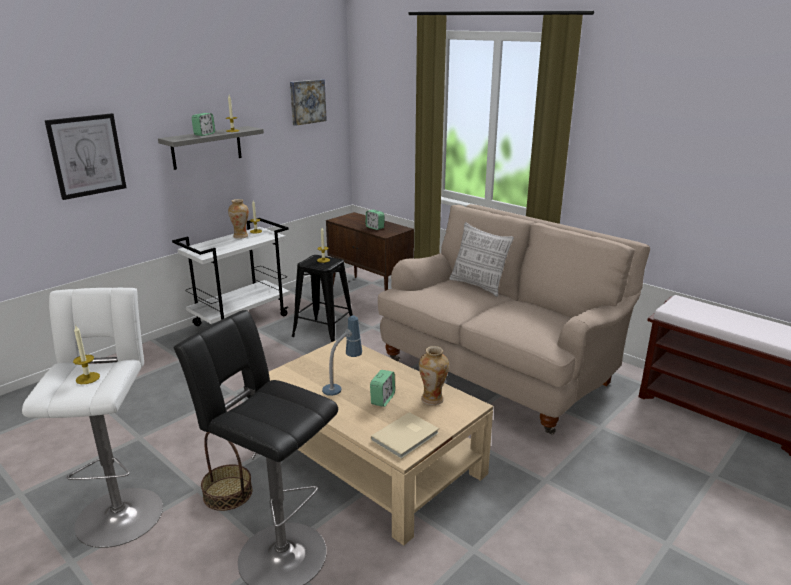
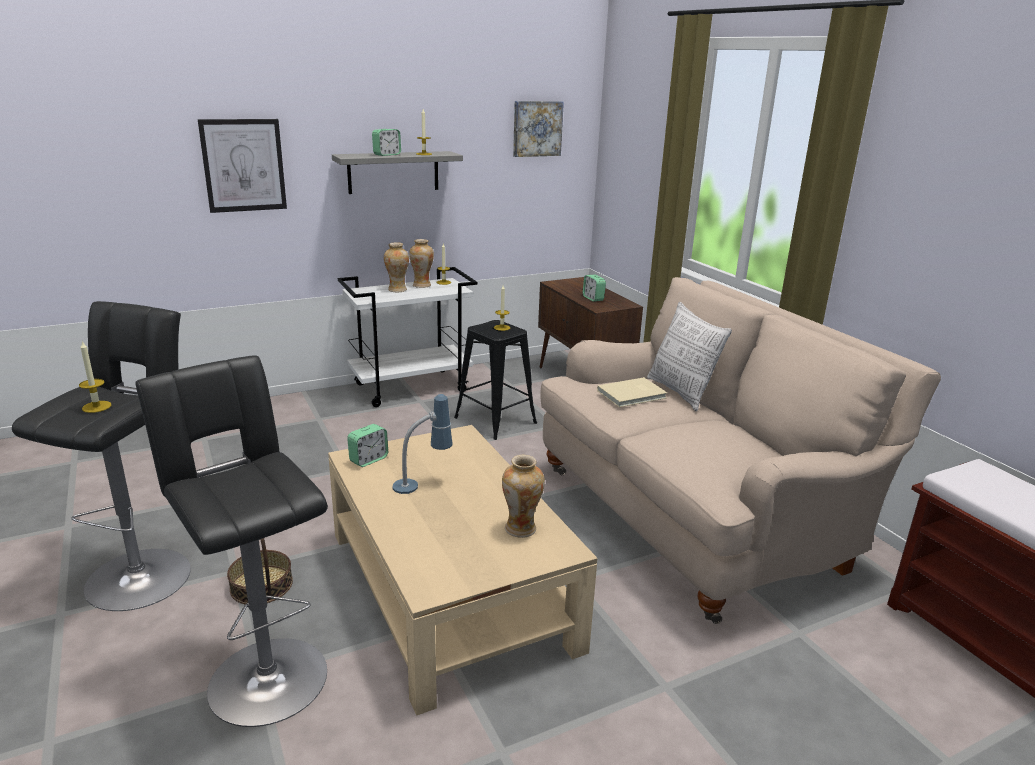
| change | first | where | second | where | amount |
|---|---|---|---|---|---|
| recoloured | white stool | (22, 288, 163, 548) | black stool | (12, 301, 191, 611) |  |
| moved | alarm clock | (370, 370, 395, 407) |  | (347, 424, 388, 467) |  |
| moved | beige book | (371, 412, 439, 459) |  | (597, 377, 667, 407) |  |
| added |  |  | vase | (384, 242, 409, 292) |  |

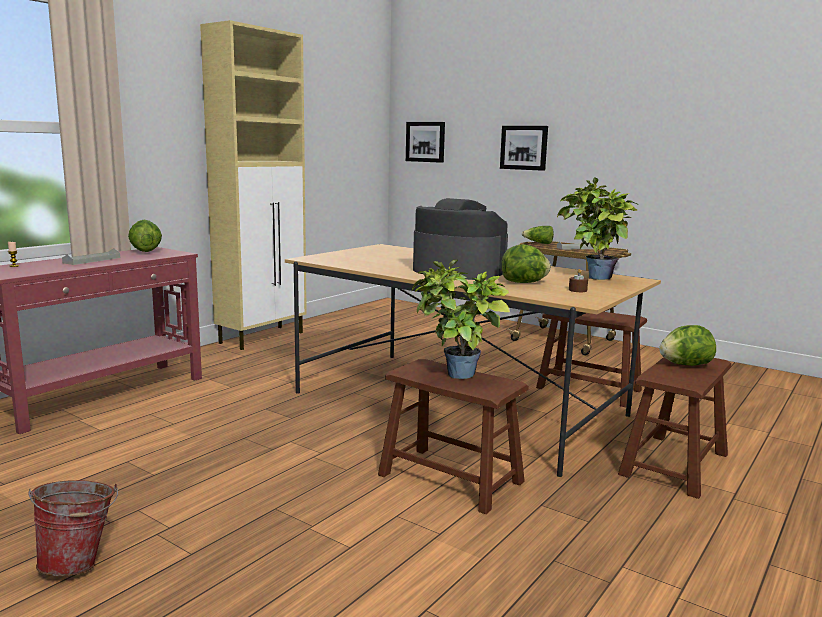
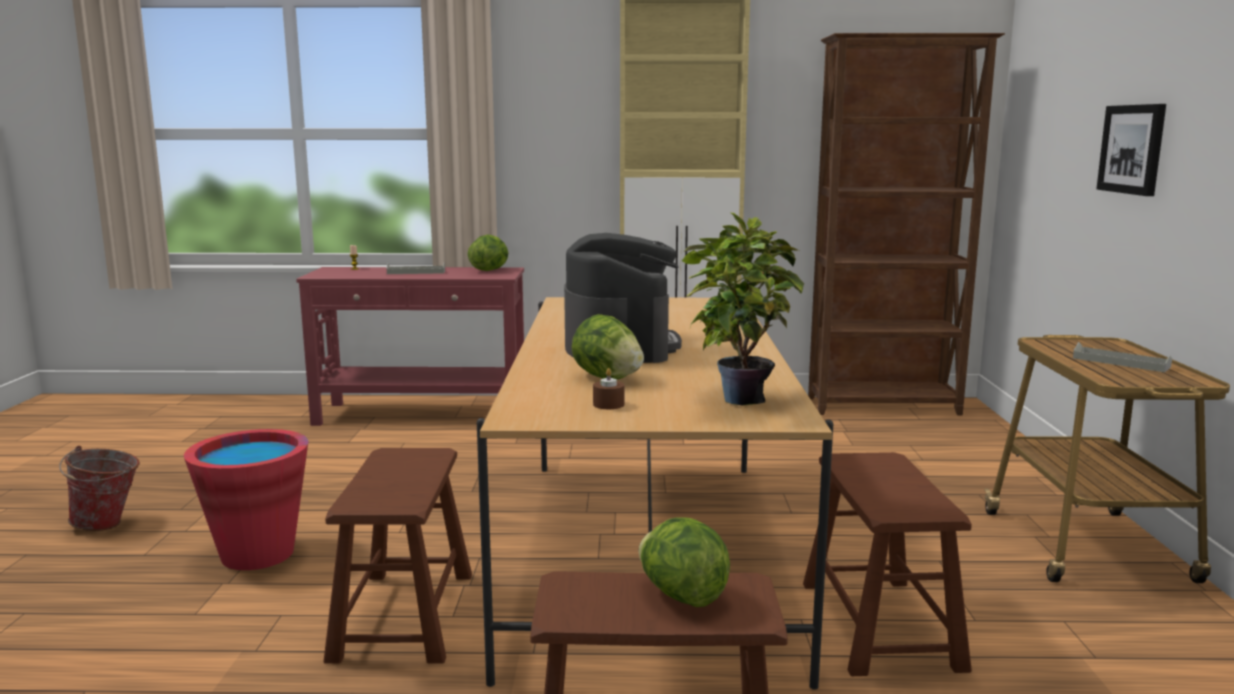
| change | first | where | second | where | amount |
|---|---|---|---|---|---|
| removed | picture | (406, 122, 445, 163) |  |  |  |
| removed | potted plant | (412, 260, 510, 379) |  |  |  |
| removed | lettuce | (522, 226, 554, 244) |  |  |  |
| added |  |  | red bucket | (184, 429, 308, 570) |  |
| added |  |  | brown bookcase | (808, 33, 1005, 416) |  |

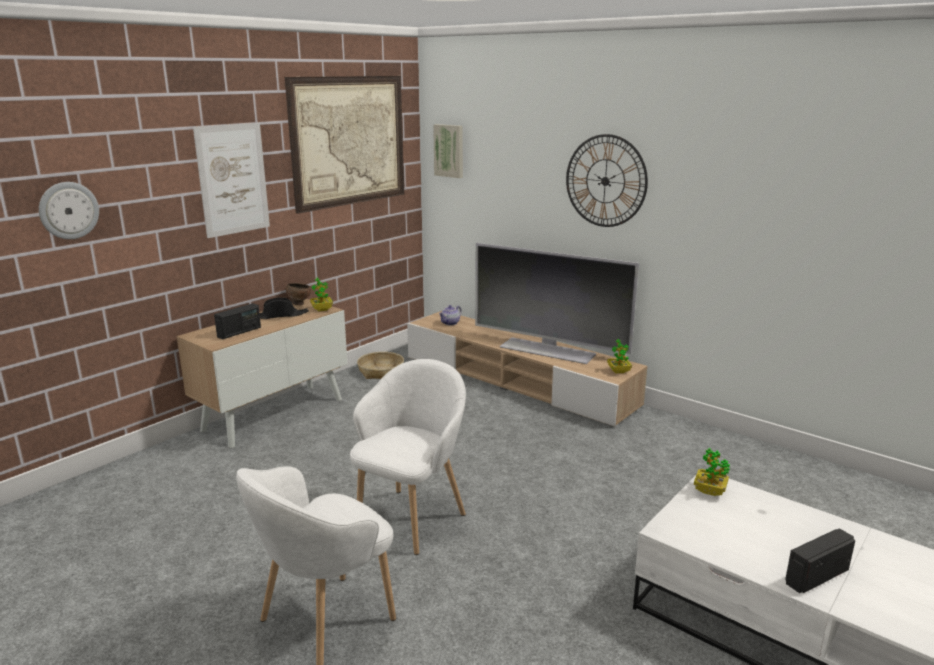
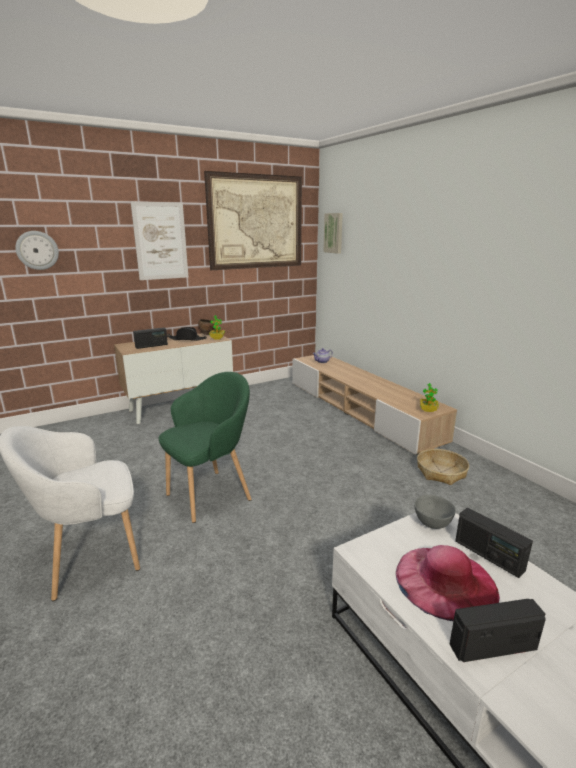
| change | first | where | second | where | amount |
|---|---|---|---|---|---|
| recoloured | white armchair | (350, 359, 466, 555) | green armchair | (159, 372, 252, 523) |  |
| moved | basket | (357, 352, 404, 379) |  | (417, 449, 469, 485) |  |
| removed | television | (475, 243, 639, 364) |  |  |  |
| removed | wall clock | (566, 134, 648, 227) |  |  |  |
| replaced | potted plant | (694, 448, 730, 496) | grey bowl | (414, 495, 456, 529) |  |
| added |  |  | pink hat | (396, 545, 500, 621) |  |
| added |  |  | radio | (455, 508, 533, 578) |  |

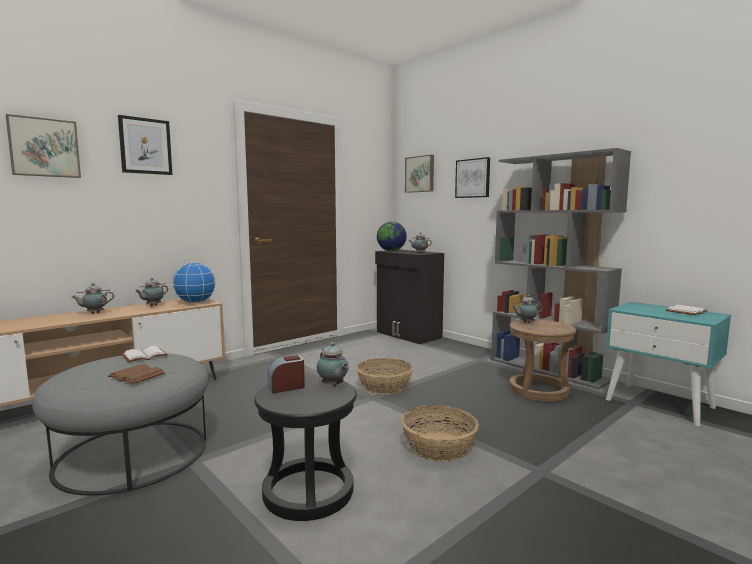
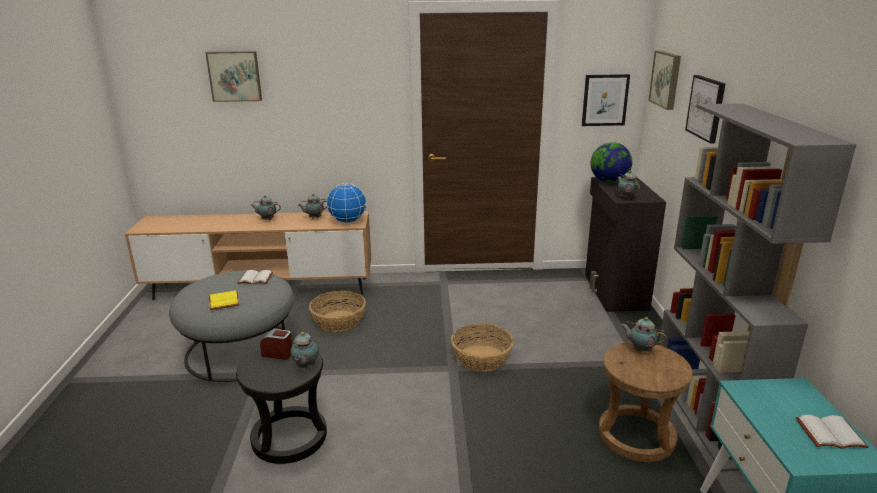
| change | first | where | second | where | amount |
|---|---|---|---|---|---|
| recoloured | brown book | (108, 364, 165, 384) | yellow book | (209, 291, 239, 310) |  |
| moved | picture | (118, 115, 172, 175) |  | (582, 74, 630, 126) |  |
| moved | basket | (401, 405, 479, 461) |  | (309, 291, 366, 332) |  |

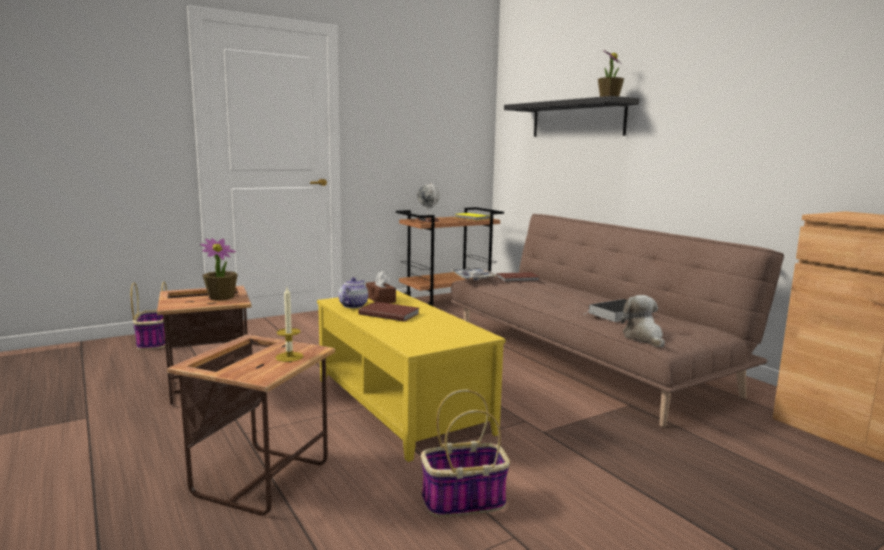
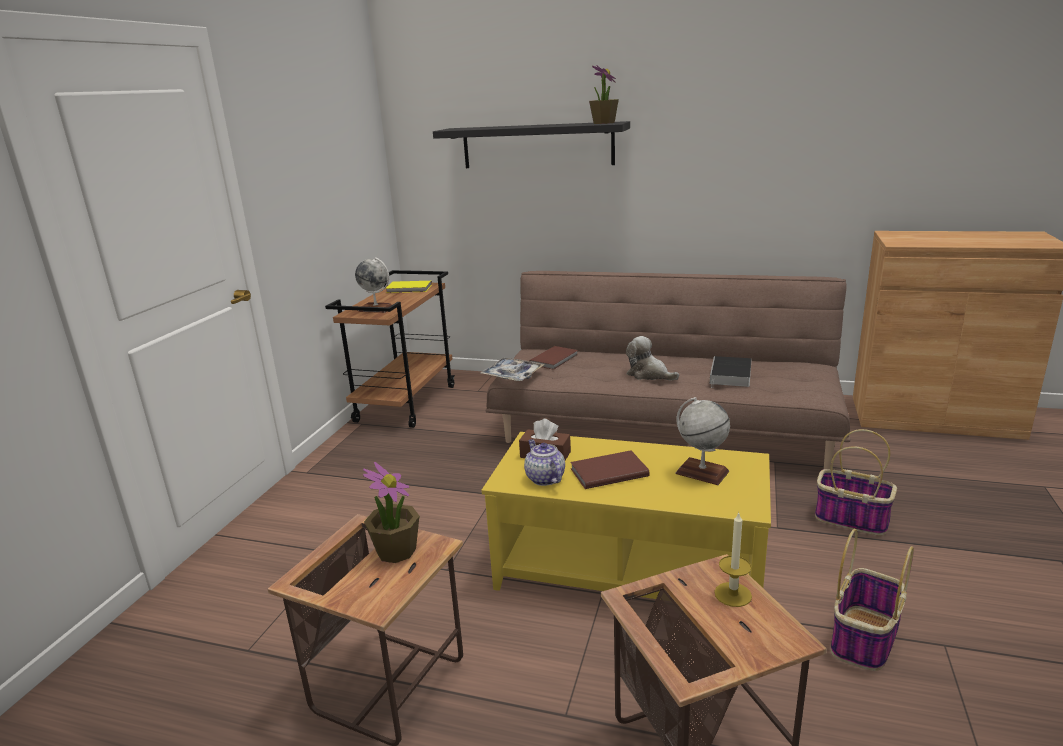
| change | first | where | second | where | amount |
|---|---|---|---|---|---|
| moved | basket | (131, 281, 167, 350) |  | (815, 429, 897, 536) |  |
| moved | plush toy | (621, 295, 665, 348) |  | (626, 336, 679, 380) |  |
| added |  |  | globe | (675, 397, 730, 485) |  |

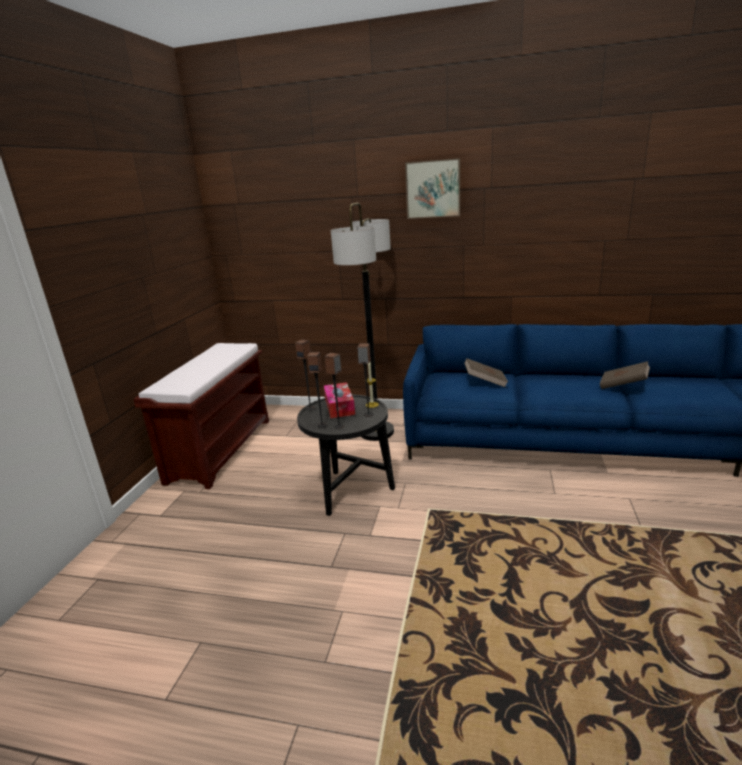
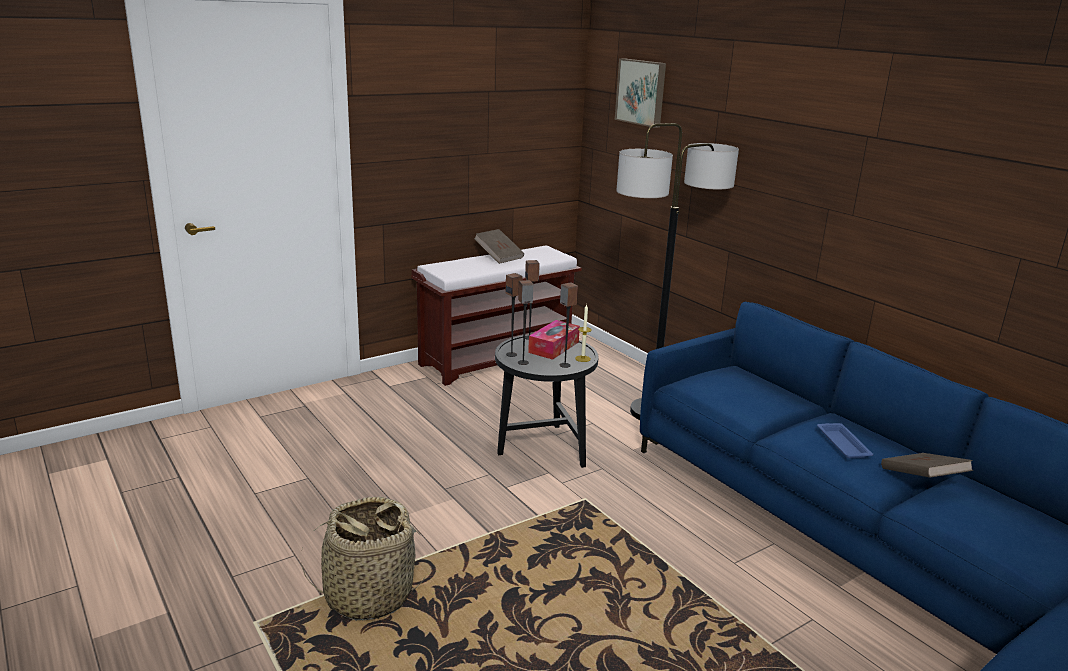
| change | first | where | second | where | amount |
|---|---|---|---|---|---|
| moved | picture | (405, 158, 460, 219) |  | (615, 58, 666, 128) |  |
| moved | brown book | (464, 358, 508, 387) |  | (474, 229, 524, 264) |  |
| added |  |  | basket | (301, 496, 425, 621) |  |
| added |  |  | blue tray | (817, 423, 874, 458) |  |

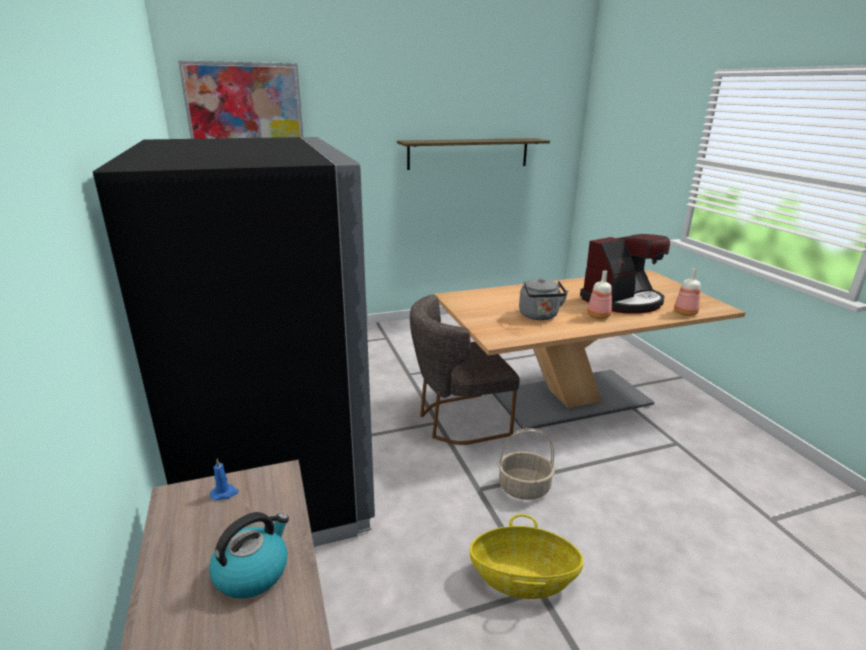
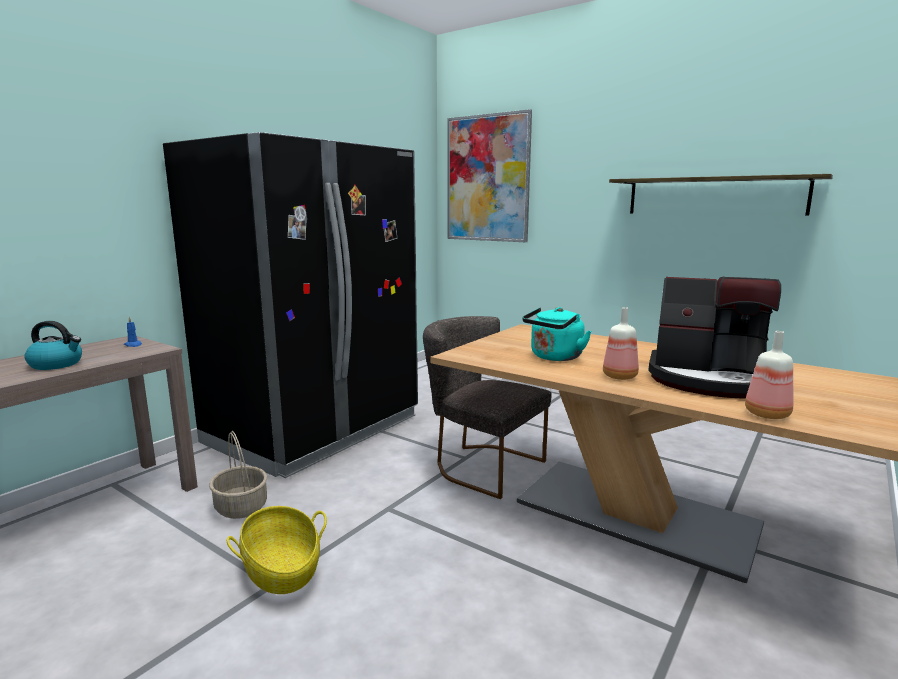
| change | first | where | second | where | amount |
|---|---|---|---|---|---|
| moved | basket | (498, 428, 555, 500) |  | (209, 431, 267, 519) |  |
| recoloured | grey kettle | (519, 278, 568, 320) | turquoise kettle | (522, 307, 592, 361) |  |

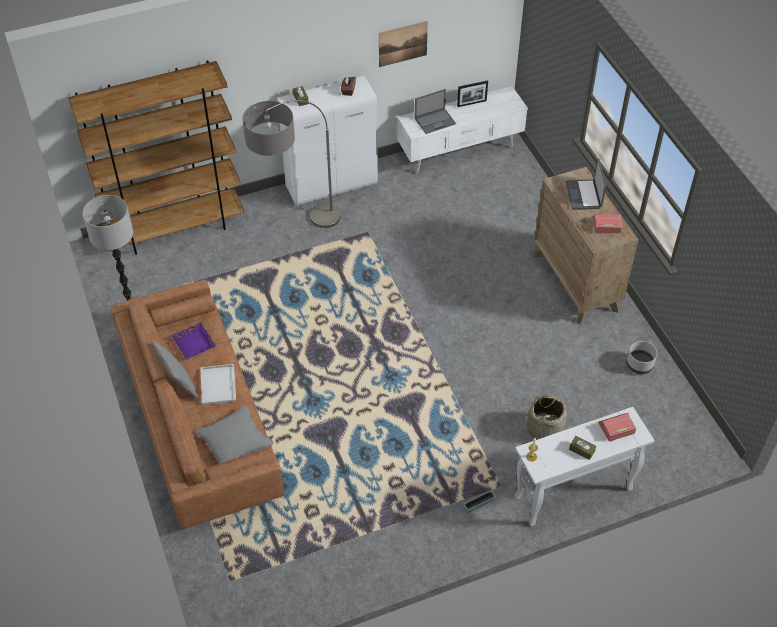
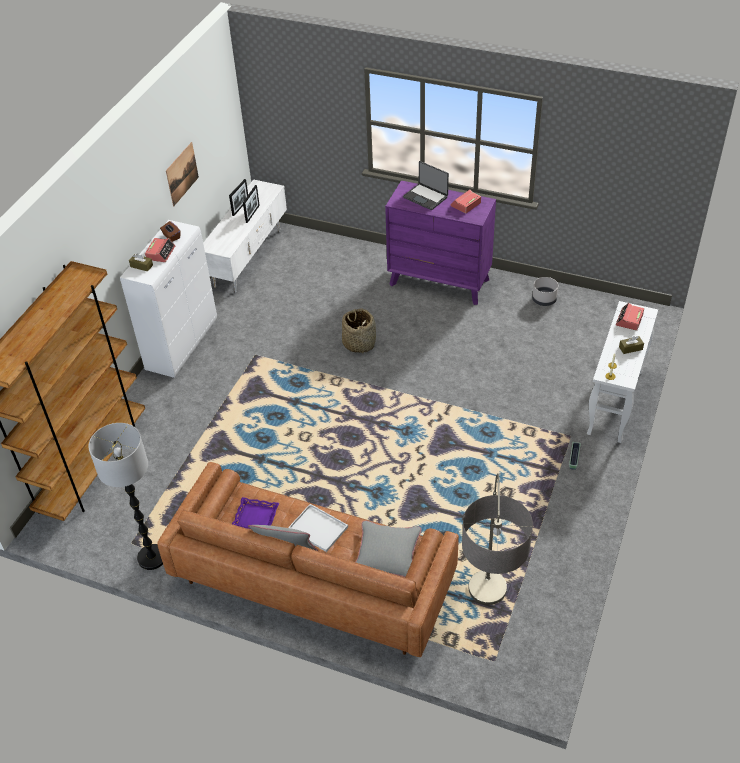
| change | first | where | second | where | amount |
|---|---|---|---|---|---|
| moved | floor lamp | (242, 100, 341, 228) |  | (462, 473, 533, 605) |  |
| removed | laptop | (414, 89, 456, 134) |  |  |  |
| moved | basket | (527, 394, 567, 440) |  | (342, 309, 376, 353) |  |
| recoloured | brown dresser | (534, 167, 639, 325) | purple dresser | (385, 181, 496, 305) |  |
| added |  |  | alarm clock | (145, 238, 175, 262) |  |
| added |  |  | picture frame | (243, 185, 260, 223) |  |

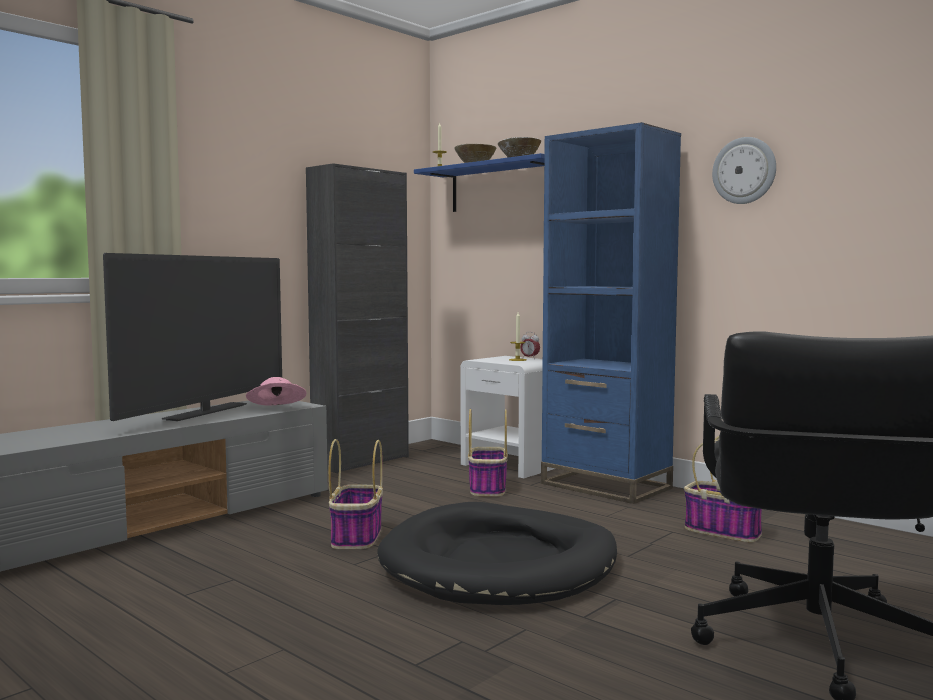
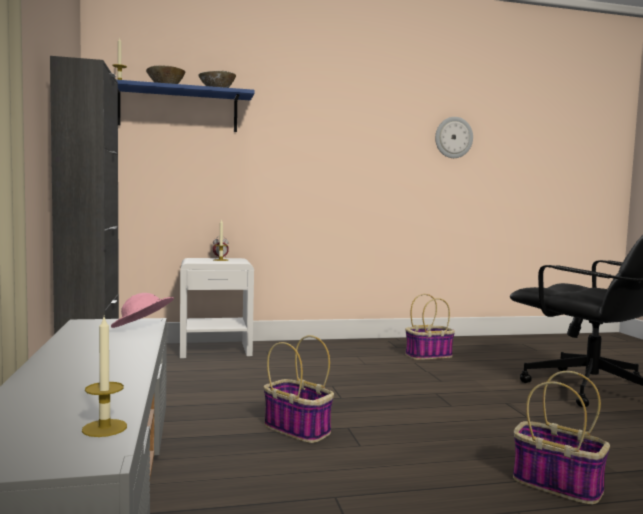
| change | first | where | second | where | amount |
|---|---|---|---|---|---|
| removed | television | (103, 253, 282, 421) |  |  |  |
| removed | black dog bed | (377, 502, 617, 605) |  |  |  |
| moved | basket | (468, 409, 508, 497) |  | (513, 371, 610, 505) |  |
| removed | blue bookcase | (541, 122, 681, 504) |  |  |  |
| moved | wall clock | (712, 137, 776, 204) |  | (435, 117, 473, 158) |  |
| added |  |  | candle | (82, 317, 127, 437) |  |

